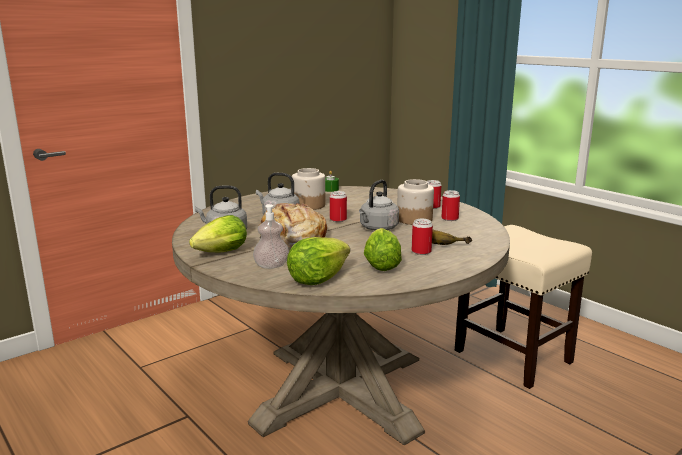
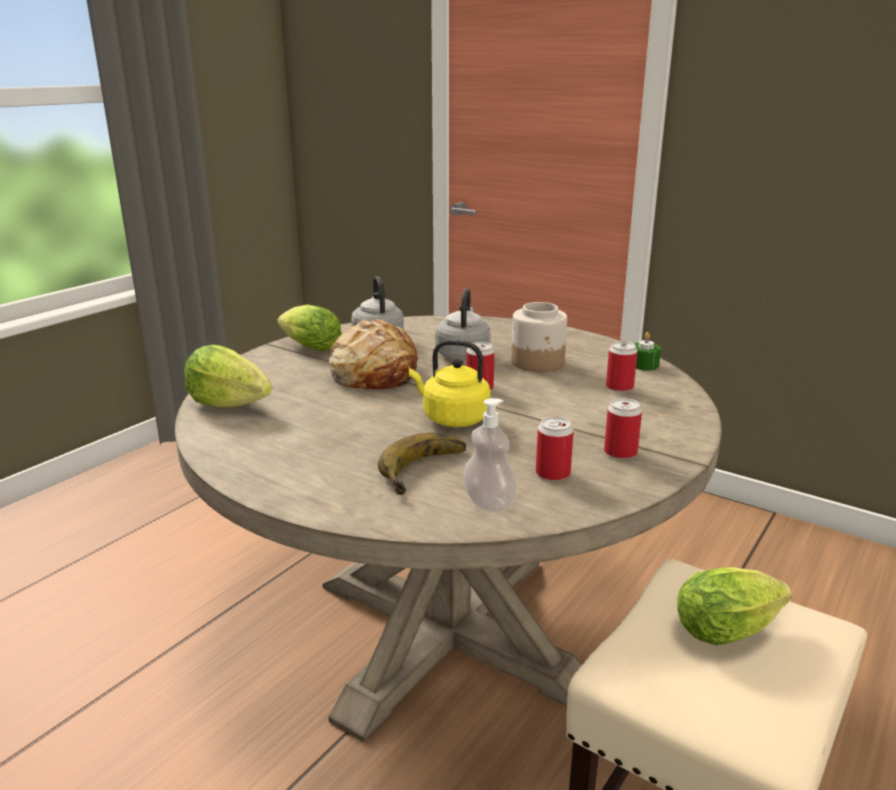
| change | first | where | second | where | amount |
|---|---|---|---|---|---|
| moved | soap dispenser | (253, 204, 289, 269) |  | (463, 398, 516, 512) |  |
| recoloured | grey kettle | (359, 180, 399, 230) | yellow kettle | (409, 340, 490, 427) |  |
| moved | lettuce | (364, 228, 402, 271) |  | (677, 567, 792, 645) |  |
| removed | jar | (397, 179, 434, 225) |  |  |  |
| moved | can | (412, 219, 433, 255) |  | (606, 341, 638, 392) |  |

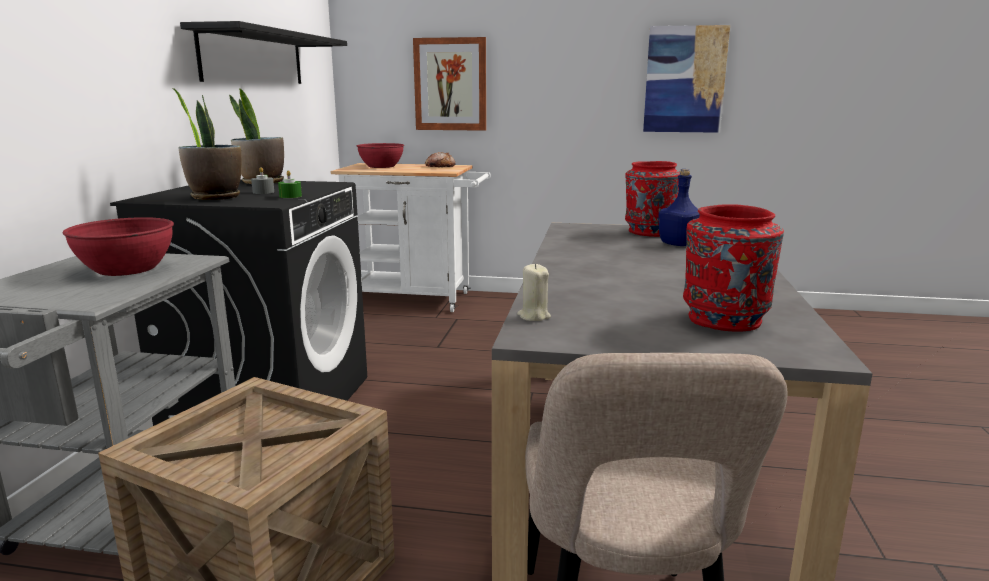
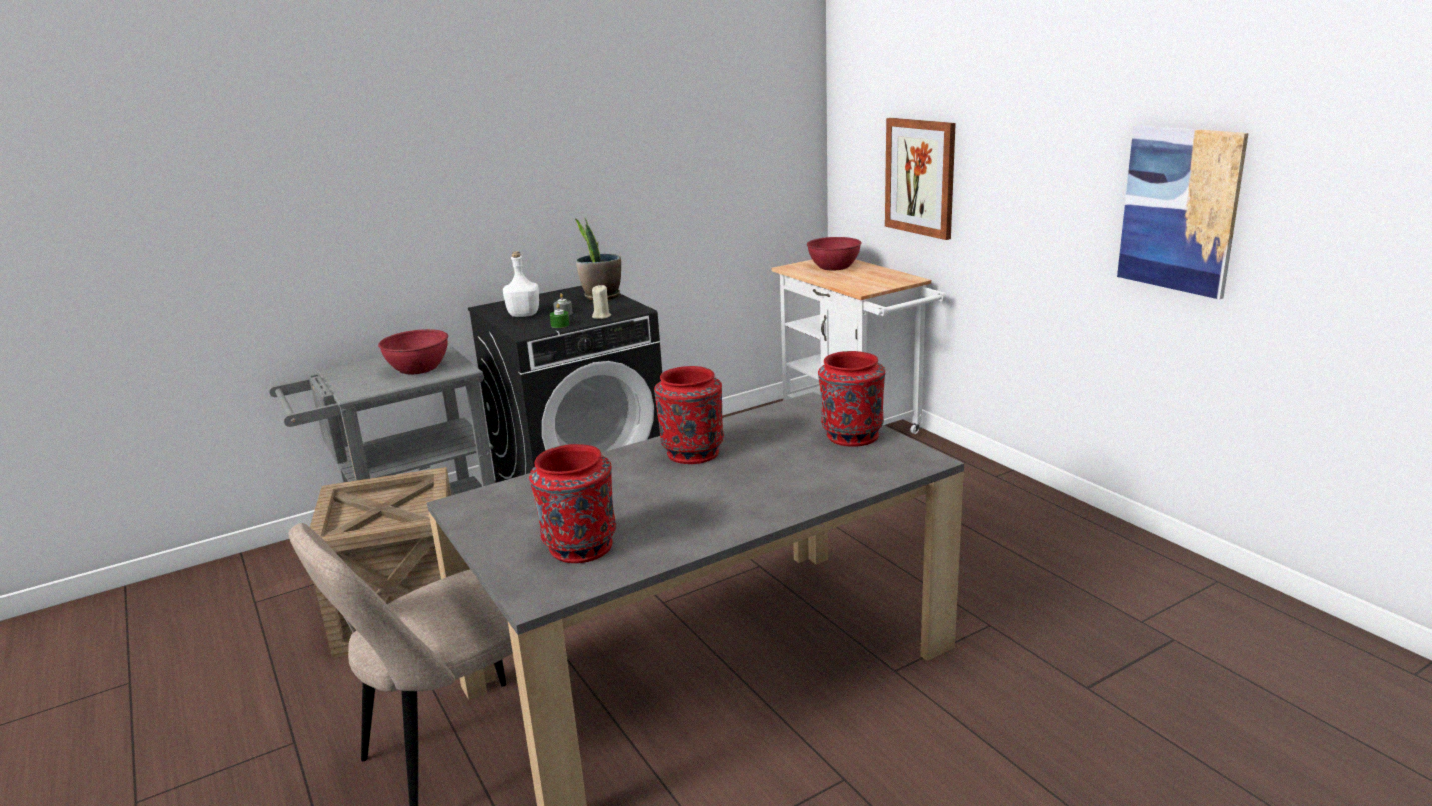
| change | first | where | second | where | amount |
|---|---|---|---|---|---|
| replaced | potted plant | (173, 88, 241, 200) | white bottle | (503, 251, 539, 317) |  |
| removed | black shelf | (180, 21, 347, 84) |  |  |  |
| removed | bread | (425, 152, 455, 167) |  |  |  |
| moved | beige candle | (517, 263, 551, 321) |  | (592, 285, 611, 319) |  |
| removed | blue bottle | (658, 169, 700, 246) |  |  |  |
| added |  |  | red vase | (654, 366, 724, 464) |  |

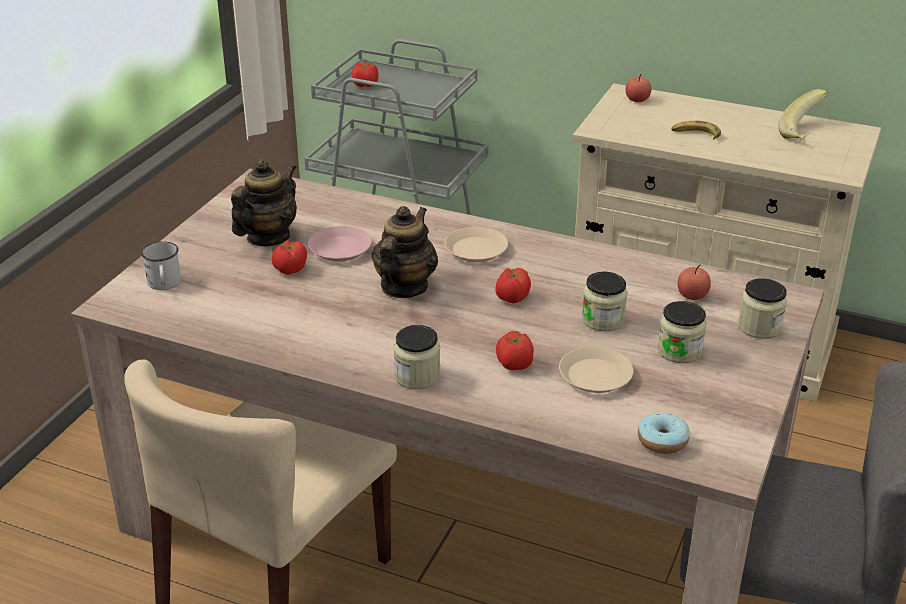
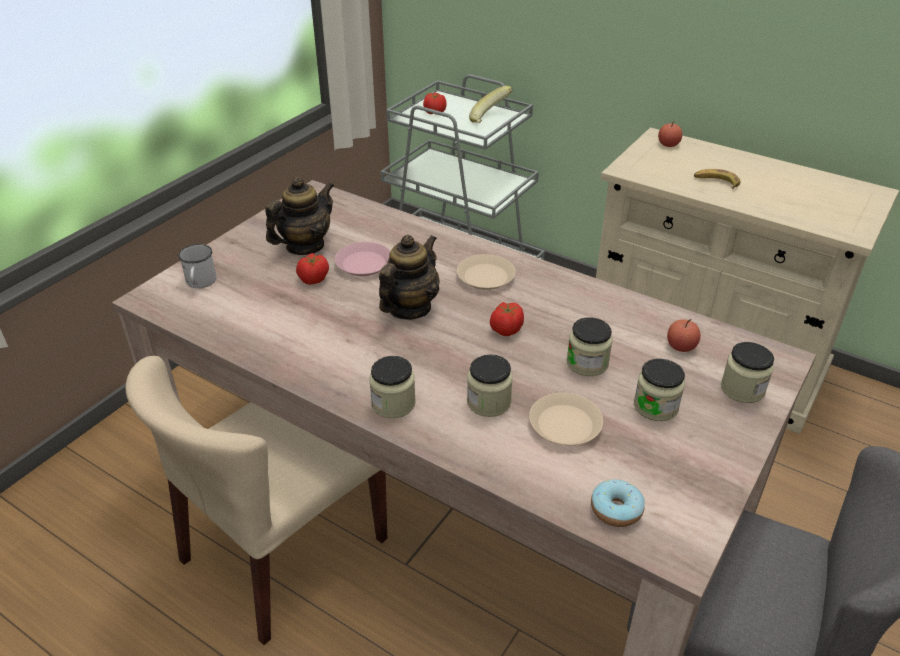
| change | first | where | second | where | amount |
|---|---|---|---|---|---|
| replaced | tomato | (496, 331, 534, 370) | jar | (467, 354, 513, 417) |  |
| moved | banana | (778, 89, 828, 140) |  | (469, 86, 513, 123) |  |

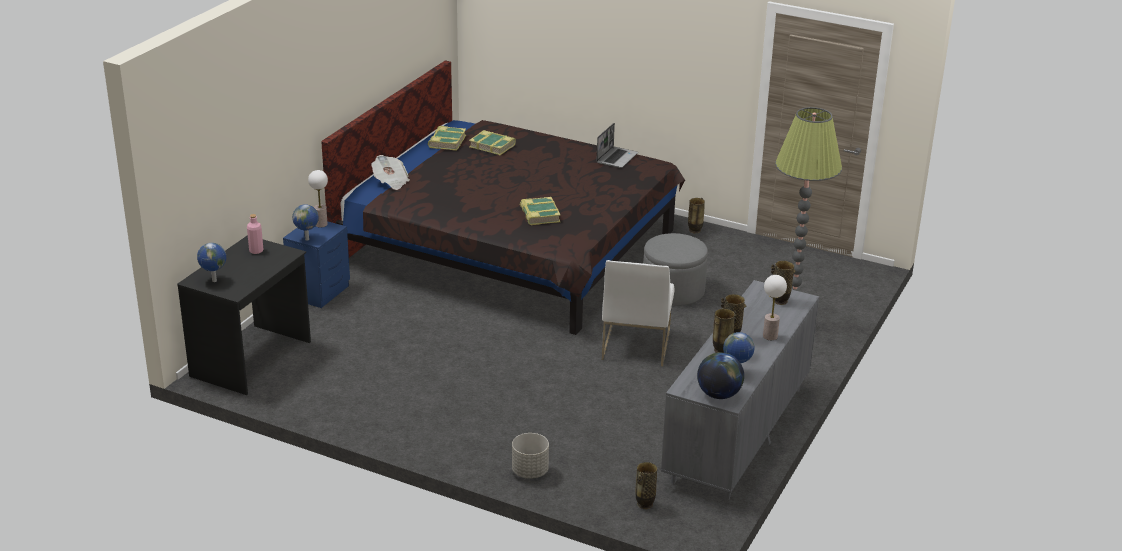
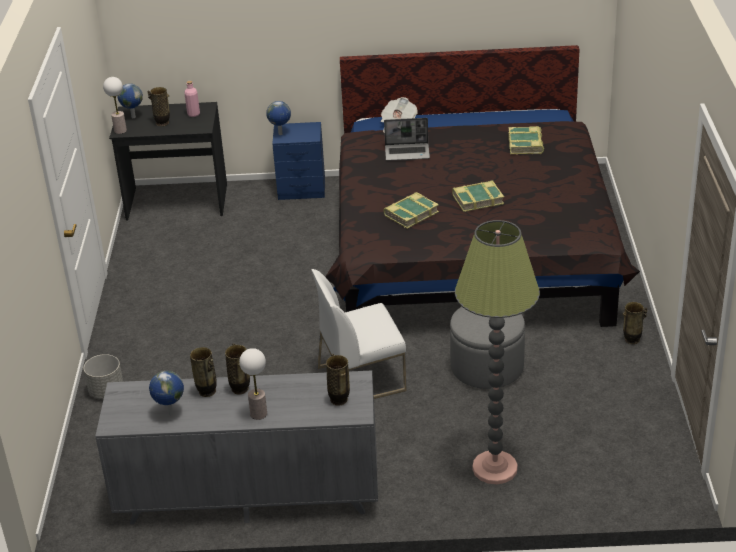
| change | first | where | second | where | amount |
|---|---|---|---|---|---|
| moved | table lamp | (308, 170, 328, 228) |  | (103, 77, 127, 134) |  |
| moved | book | (428, 126, 466, 151) |  | (452, 181, 504, 212) |  |
| moved | laptop | (596, 123, 638, 168) |  | (384, 118, 430, 161) |  |
| moved | vase | (635, 462, 657, 509) |  | (148, 87, 170, 126) |  |
| removed | globe | (697, 352, 744, 399) |  |  |  |

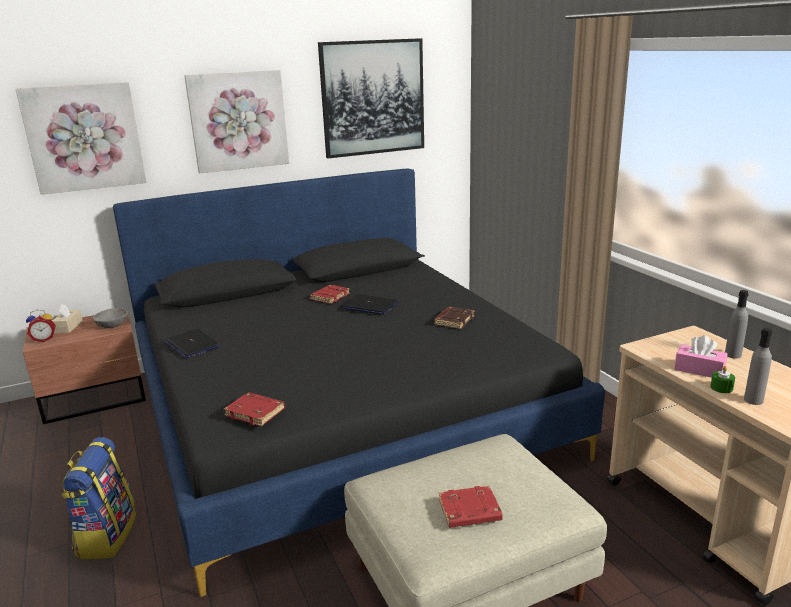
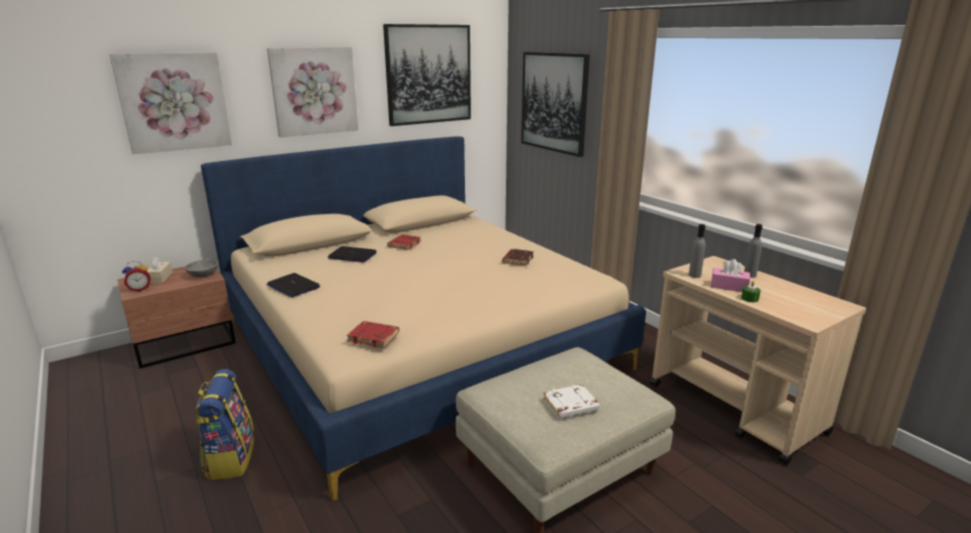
| change | first | where | second | where | amount |
|---|---|---|---|---|---|
| recoloured | black bed | (113, 169, 605, 597) | beige bed | (201, 136, 646, 501) |  |
| moved | laptop | (343, 294, 398, 315) |  | (328, 246, 377, 263) |  |
| recoloured | red book | (439, 486, 503, 528) | white book | (543, 384, 600, 418) |  |
| moved | grey bottle | (744, 328, 772, 405) |  | (689, 224, 706, 278) |  |
| added |  |  | picture | (521, 52, 590, 157) |  |

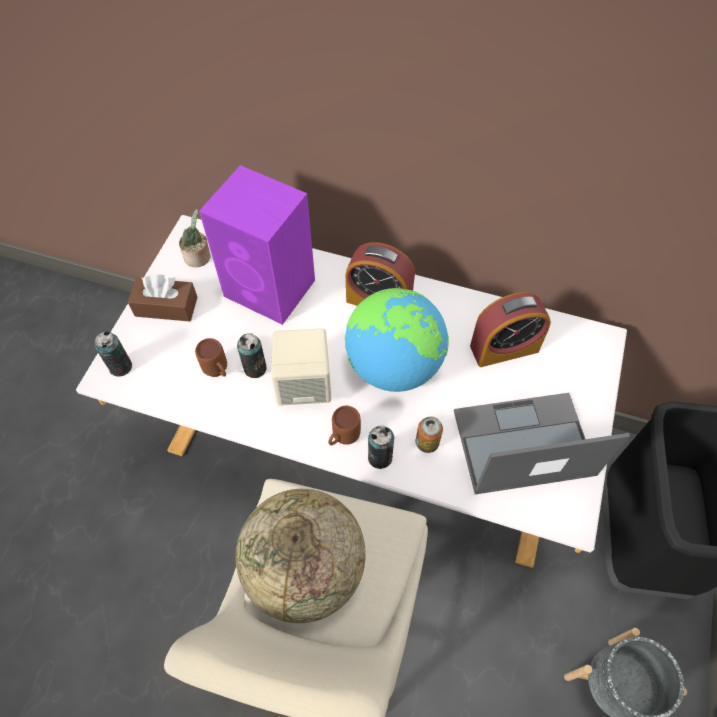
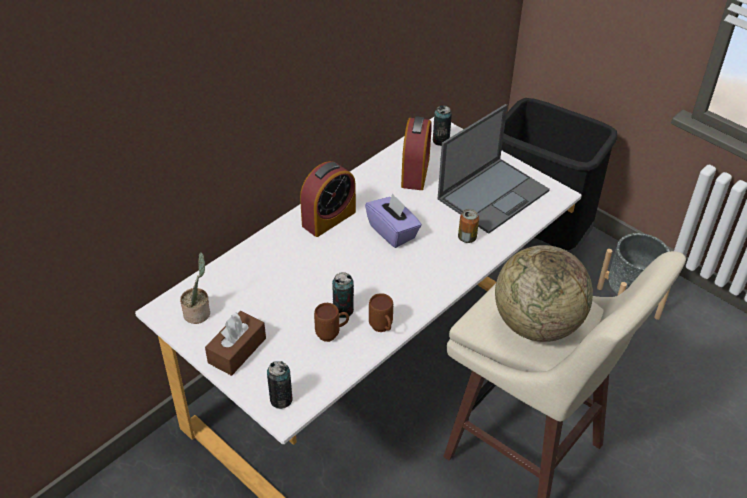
| change | first | where | second | where | amount |
|---|---|---|---|---|---|
| removed | purple speaker | (199, 165, 315, 325) |  |  |  |
| removed | beige speaker | (271, 328, 331, 406) |  |  |  |
| moved | brown mug | (328, 406, 361, 445) |  | (369, 293, 393, 332) |  |
| replaced | globe | (345, 288, 449, 392) | purple tissue box | (365, 193, 422, 248) |  |
| moved | can | (368, 426, 395, 469) |  | (432, 105, 452, 146) |  |
| turned | laptop | (454, 393, 630, 494) |  | (437, 104, 550, 234) | 150 degrees counterclockwise |

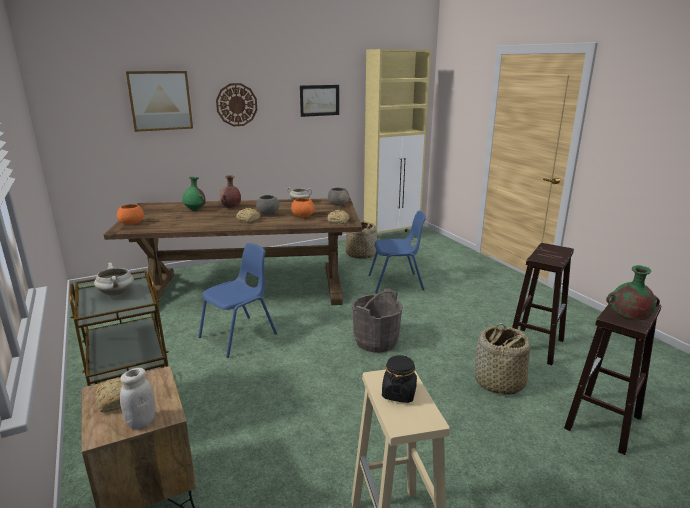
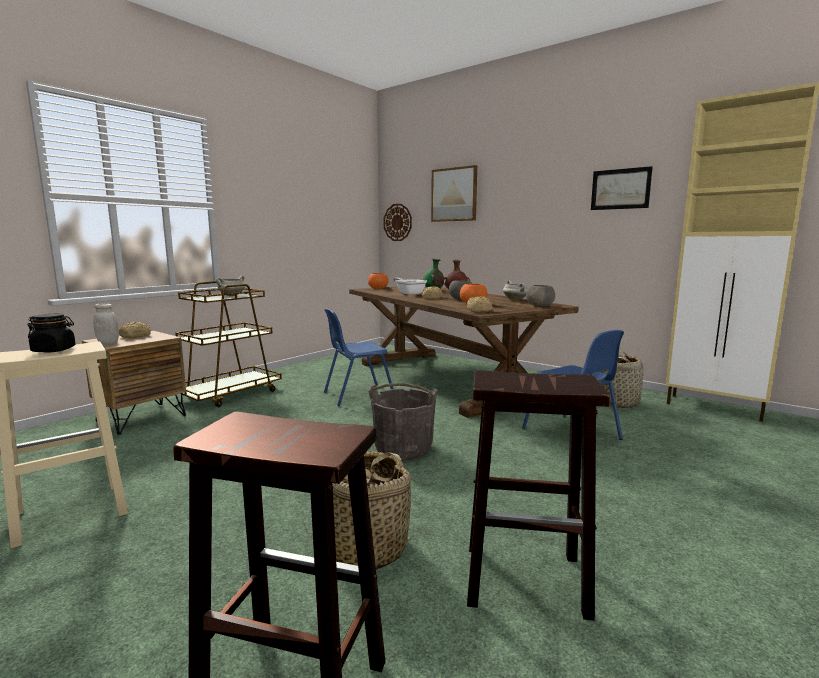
| change | first | where | second | where | amount |
|---|---|---|---|---|---|
| turned | blue chair | (198, 243, 277, 358) |  | (324, 309, 394, 406) | 135 degrees clockwise |
| moved | wall clock | (216, 83, 257, 126) |  | (384, 204, 412, 241) |  |
| removed | green vase | (606, 265, 660, 320) |  |  |  |
| added |  |  | frying pan | (393, 278, 427, 295) |  |

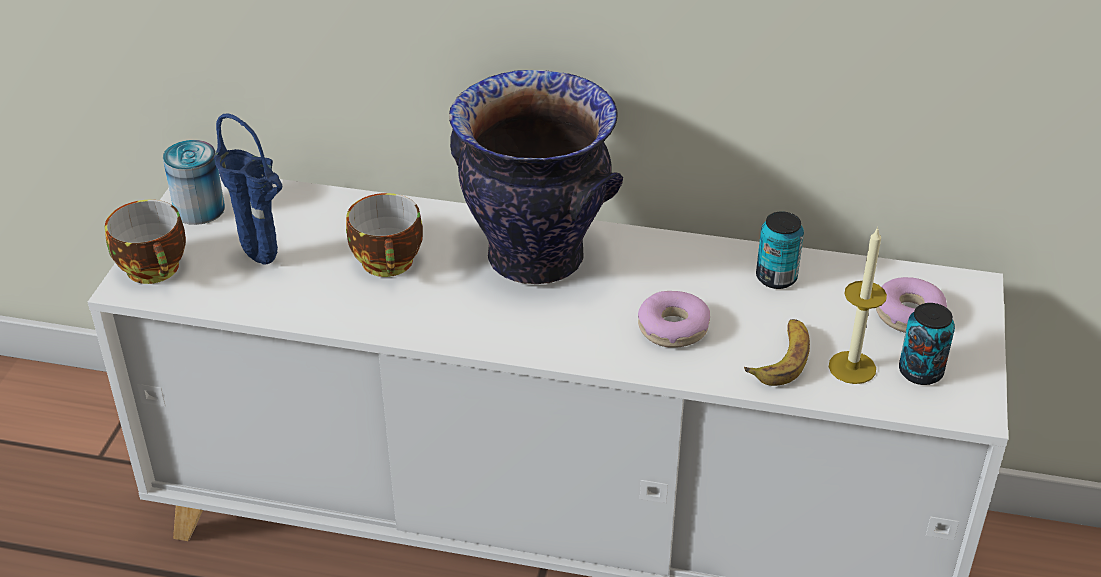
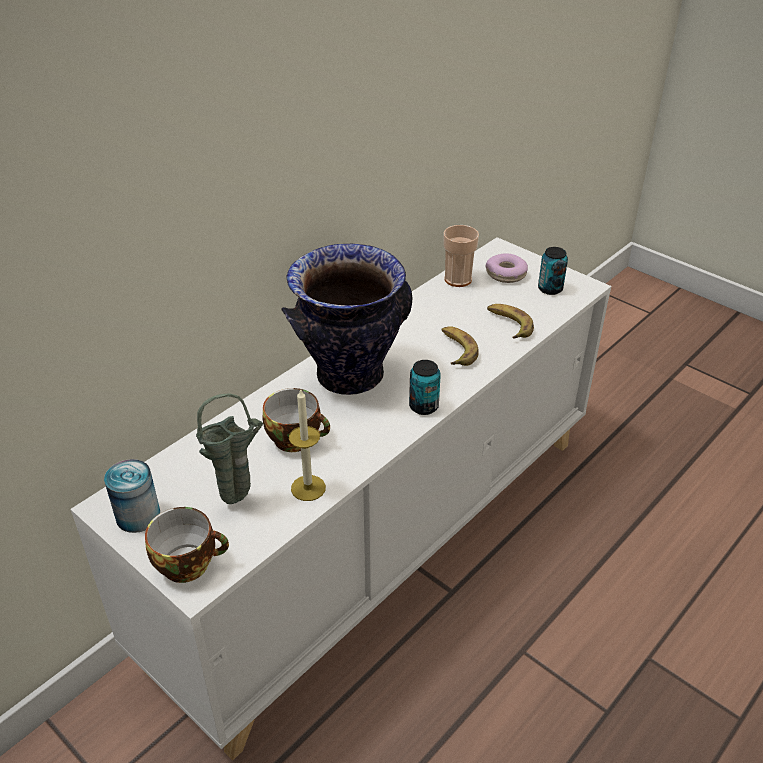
| change | first | where | second | where | amount |
|---|---|---|---|---|---|
| recoloured | blue vase | (214, 113, 283, 265) | green vase | (196, 393, 263, 504) |  |
| replaced | donut | (638, 291, 710, 348) | banana | (441, 326, 479, 366) |  |
| moved | can | (756, 211, 804, 289) |  | (409, 360, 441, 415) |  |
| moved | candle | (829, 227, 887, 384) |  | (289, 388, 326, 501) |  |
| added |  |  | cup | (443, 225, 479, 287) |  |

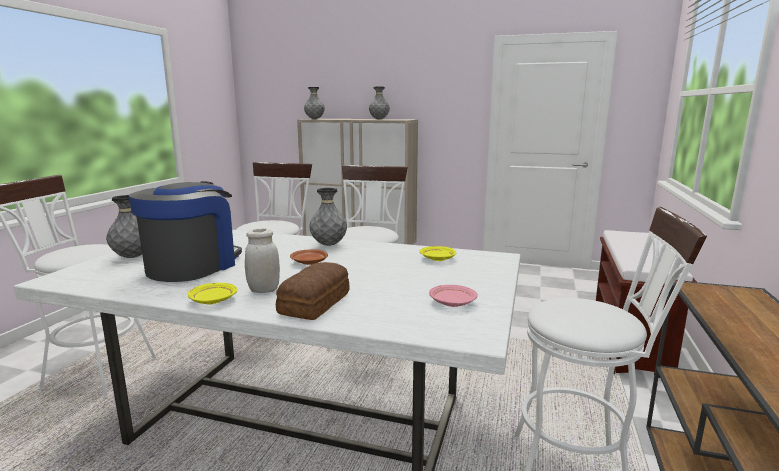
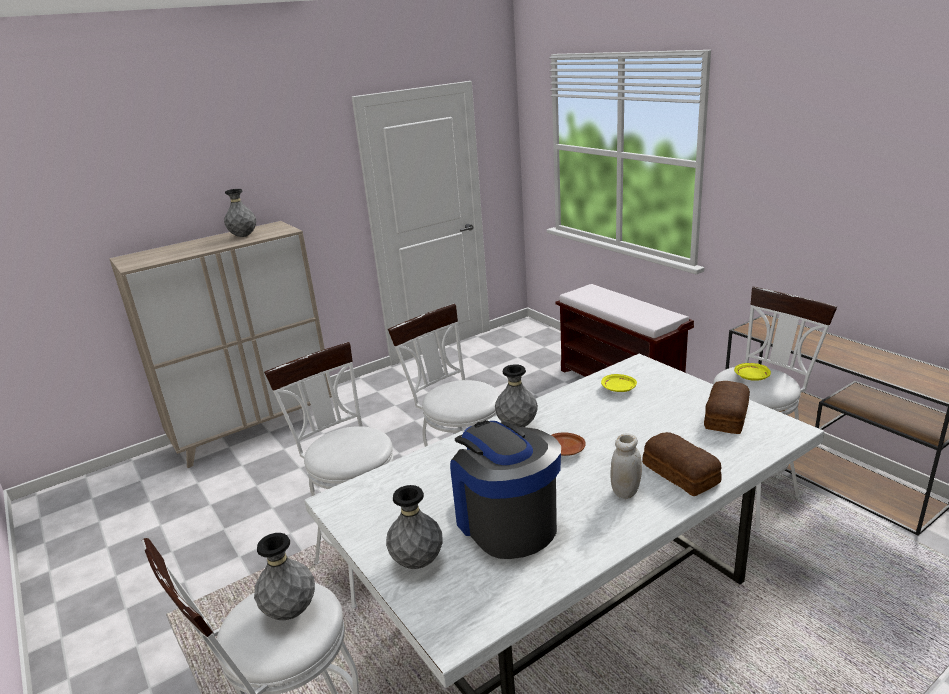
| change | first | where | second | where | amount |
|---|---|---|---|---|---|
| moved | yellow plate | (187, 283, 237, 305) |  | (734, 363, 771, 381) |  |
| moved | grey vase | (304, 87, 325, 119) |  | (254, 533, 315, 620) |  |
| replaced | pink plate | (429, 285, 478, 307) | bread | (704, 381, 750, 434) |  |

